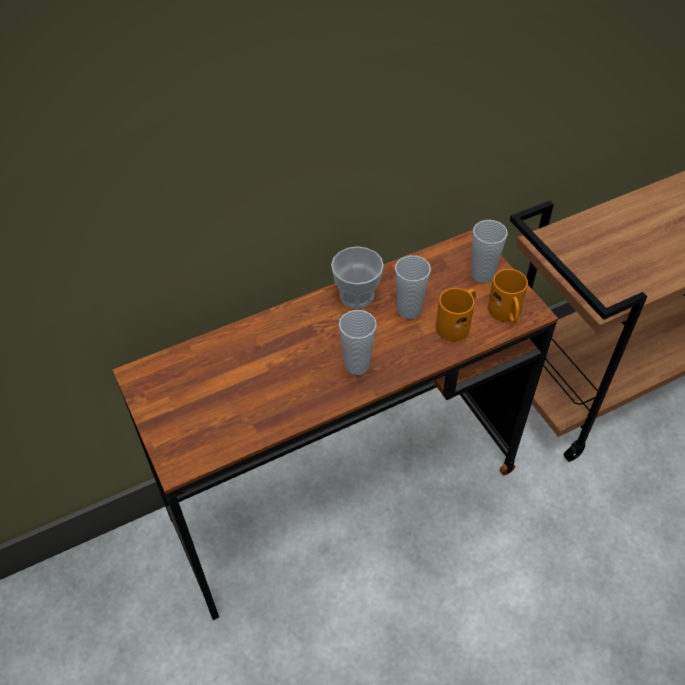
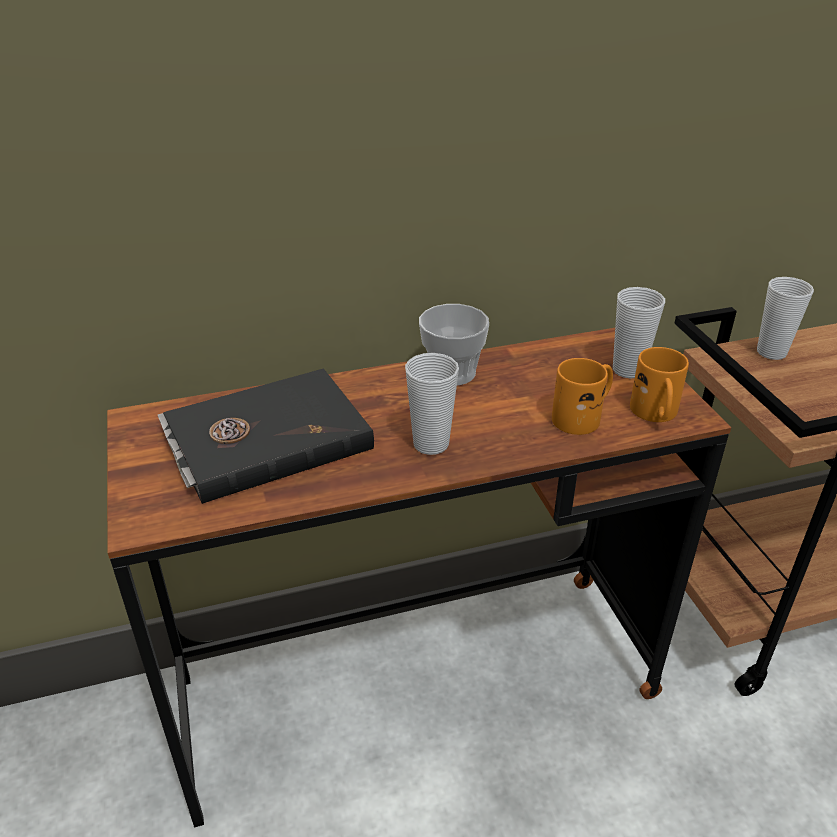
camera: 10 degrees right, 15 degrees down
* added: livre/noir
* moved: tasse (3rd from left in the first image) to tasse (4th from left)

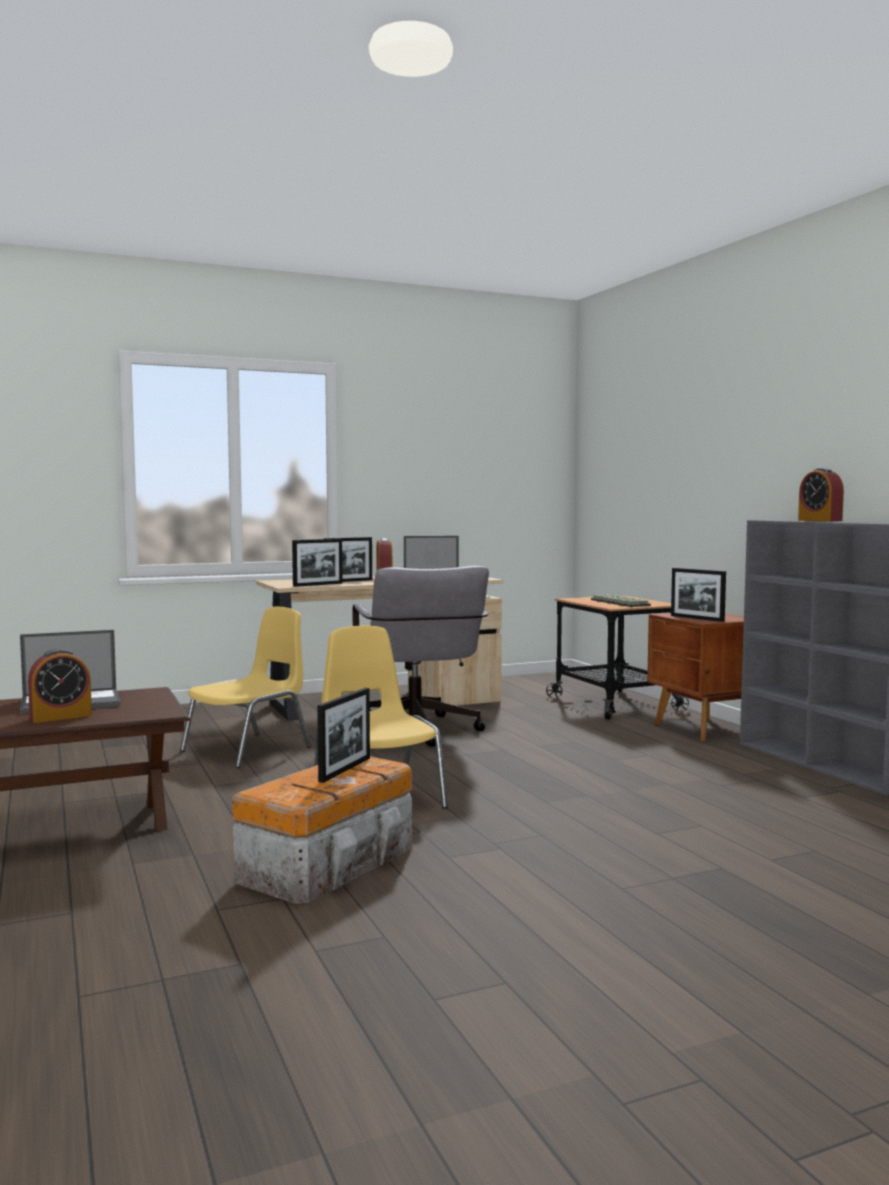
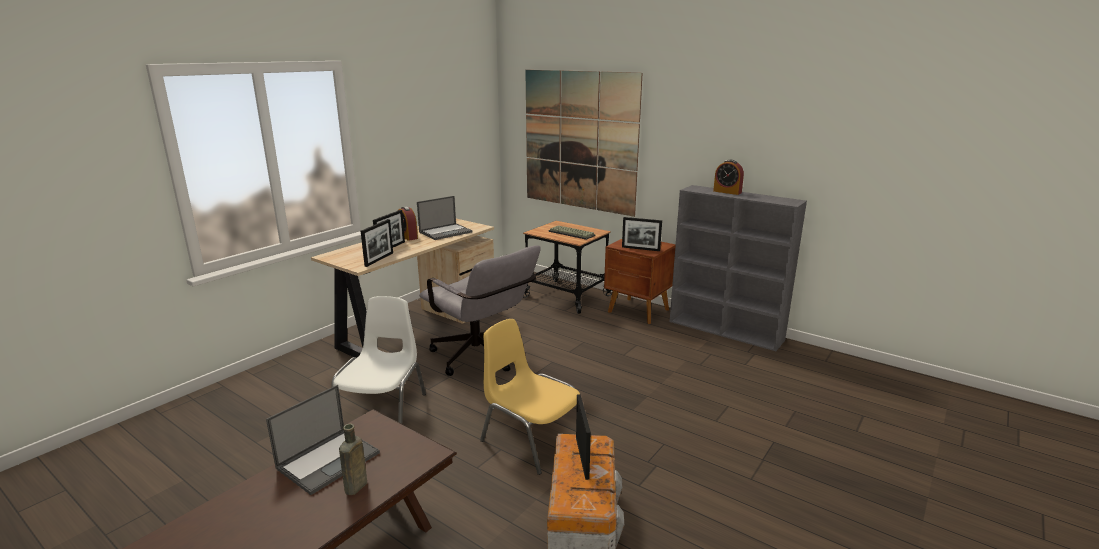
camera: 30 degrees left, 15 degrees up
* added: tableau
* replaced: réveil (1st from left) to bouteille/marron
* recoloured: chaise/jaune (1st from left) to chaise/blanc

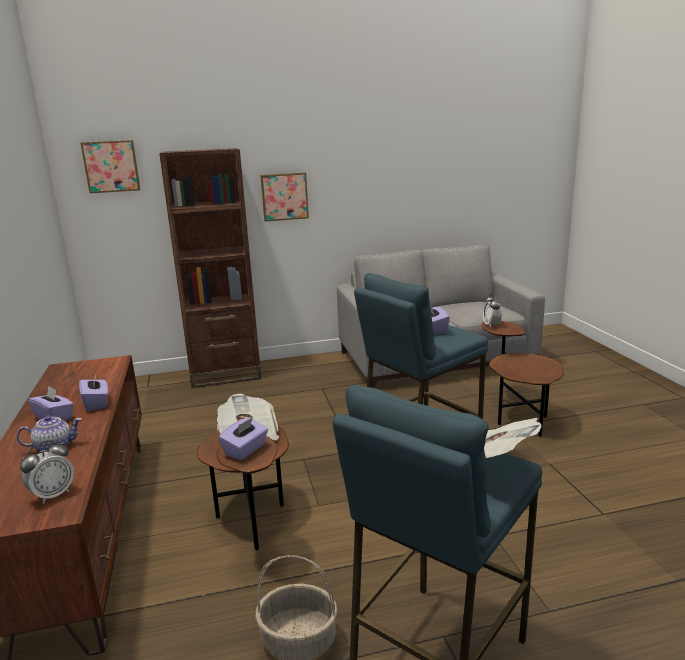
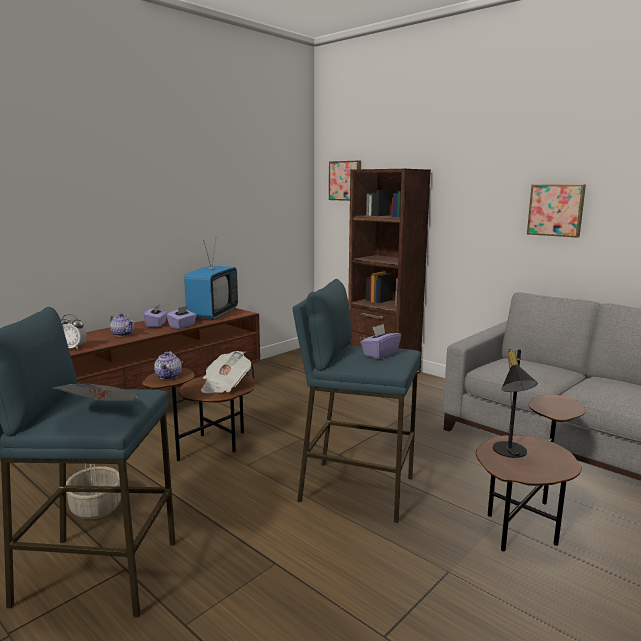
camera: 55 degrees right, 5 degrees down
* removed: réveil (2nd from left)
* added: téléviseur
* added: lampe de table/noir
* moved: tableau (2nd from left)
* replaced: boîte à mouchoirs/violet (3rd from left) to théière (2nd from left)

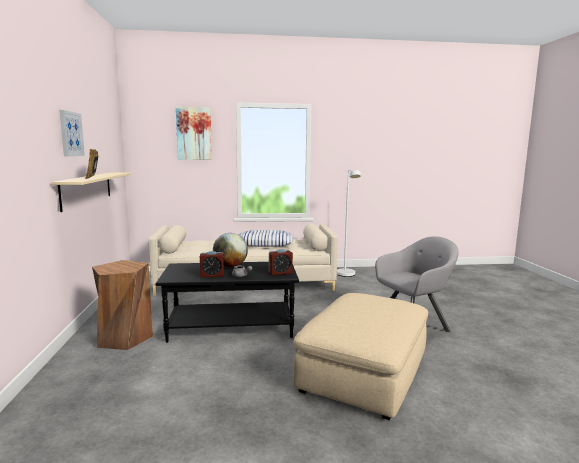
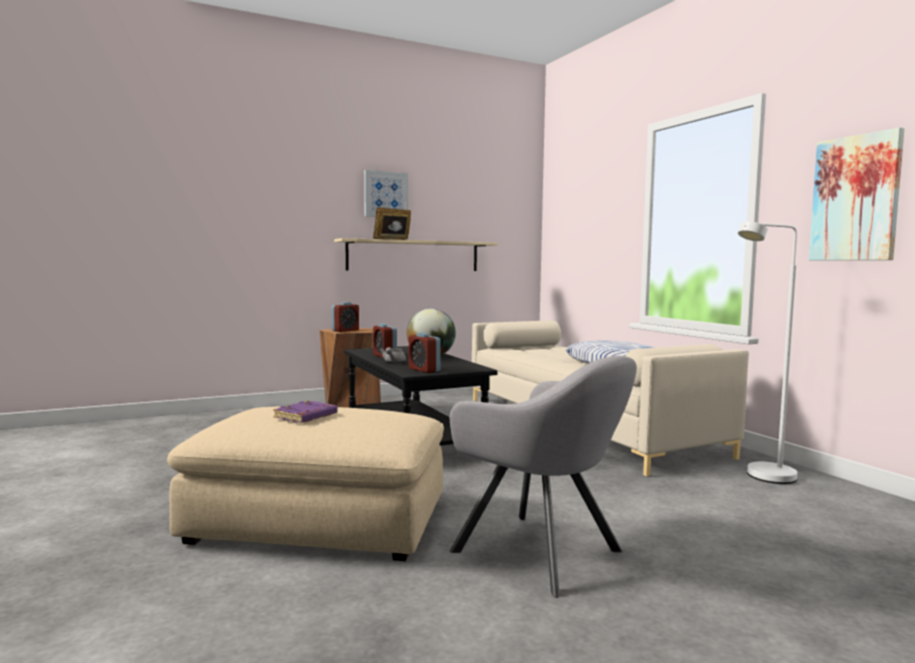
camera: 70 degrees right, 5 degrees down
* added: livre/violet
* added: réveil (1st from left)
* moved: tableau (2nd from left)

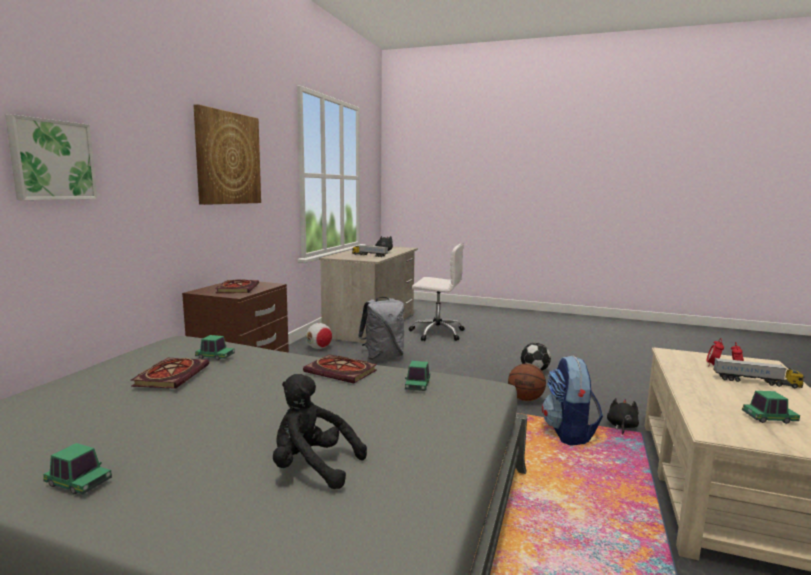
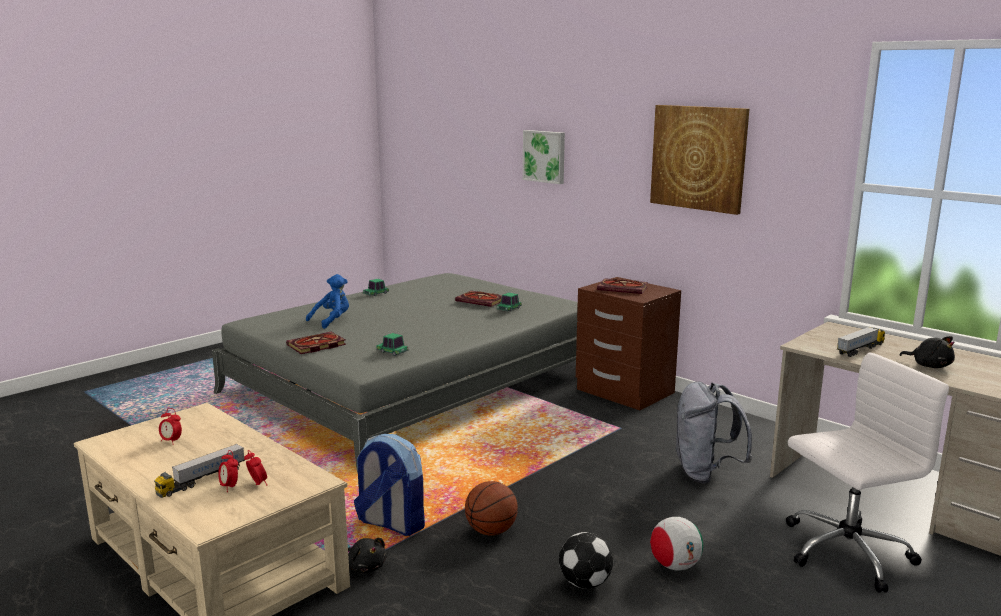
camera: 115 degrees right, 5 degrees up
* moved: livre (3rd from left in the first image) to livre (1st from left)
* moved: ballon de foot (1st from left in the first image) to ballon de foot (2nd from left)
* replaced: petite voiture (4th from left) to réveil (1st from left)
* recoloured: peluche/noir (1st from left) to peluche/bleu
* turned: chaise de bureau/blanc 150 degrees counterclockwise

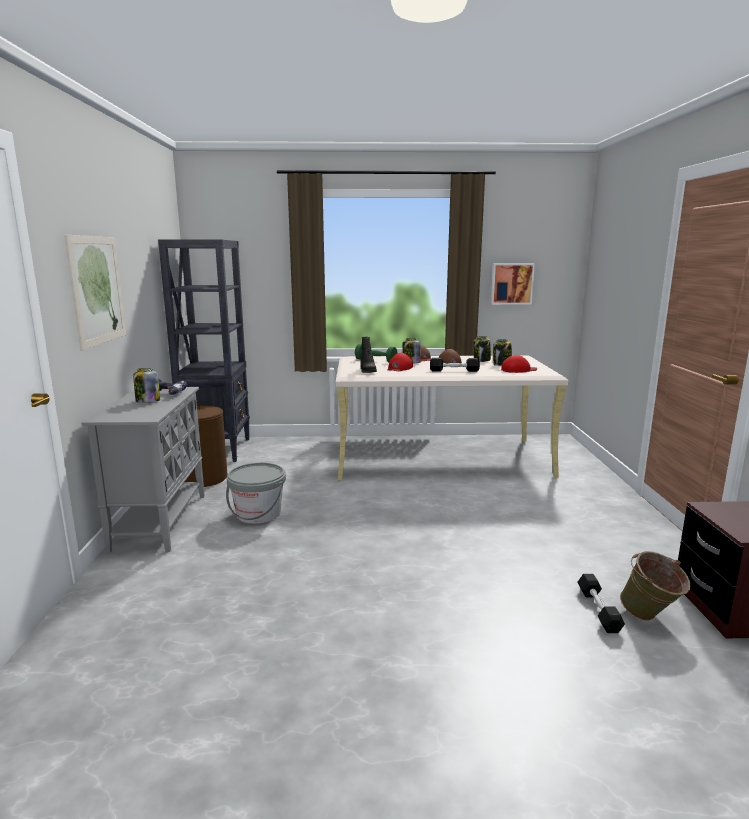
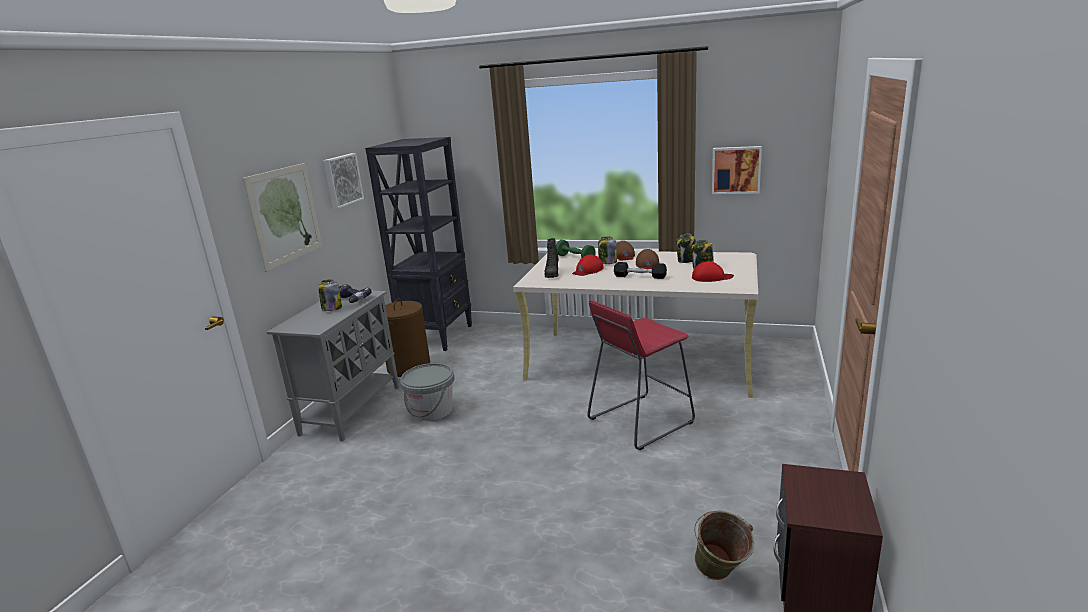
camera: 20 degrees right, 5 degrees up
* removed: haltère/noir (2nd from left)
* added: tableau (2nd from left)
* added: tabouret/rouge

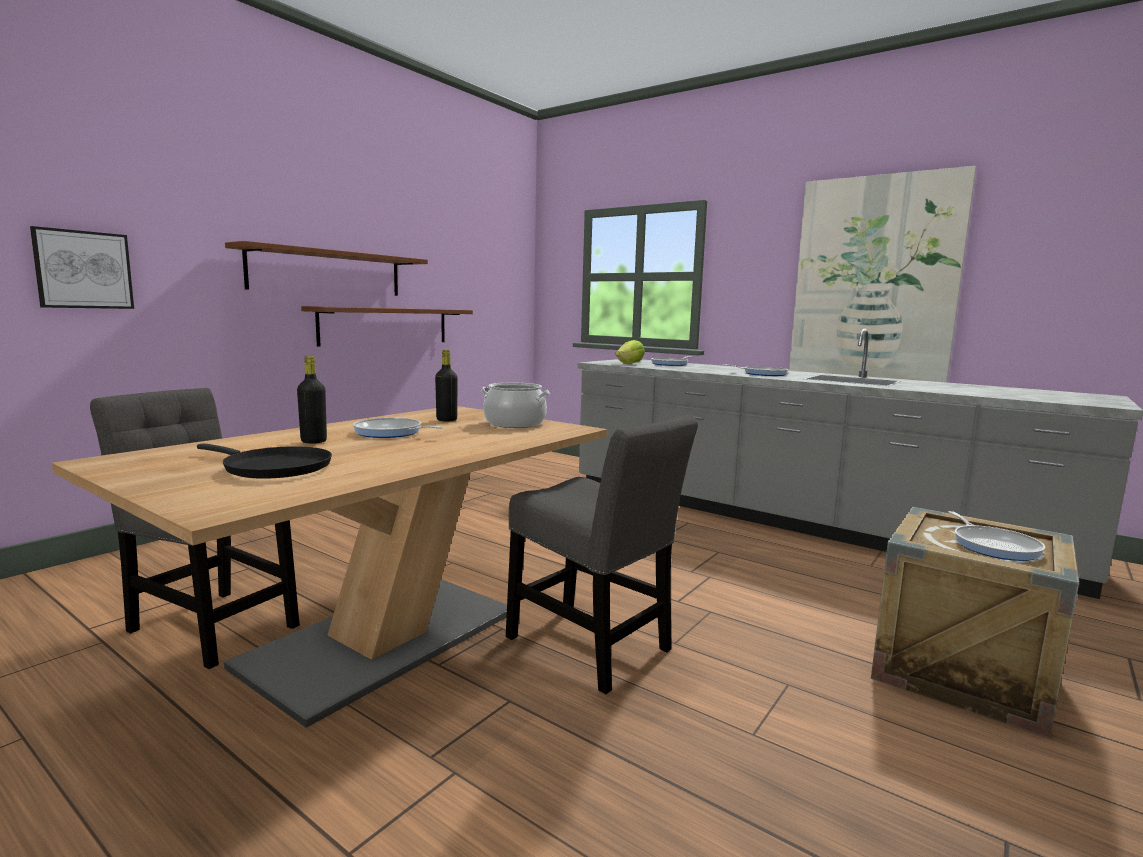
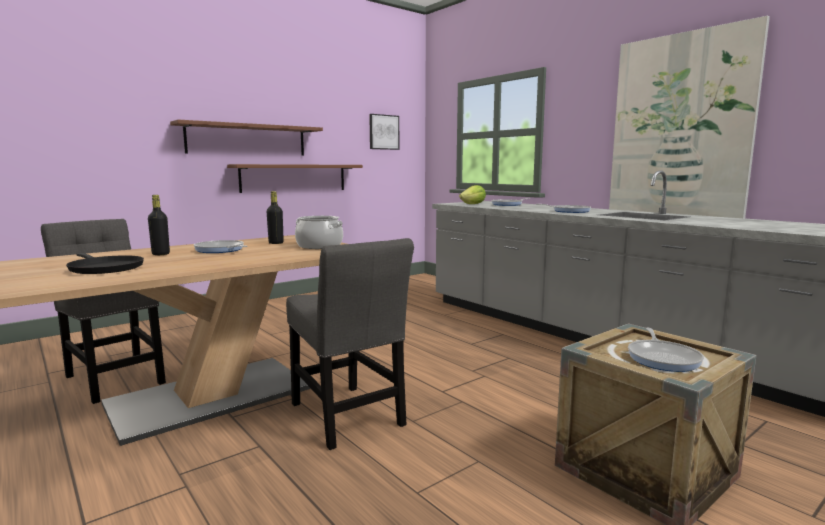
camera: 15 degrees right, 0 degrees up
* moved: tableau (1st from left)

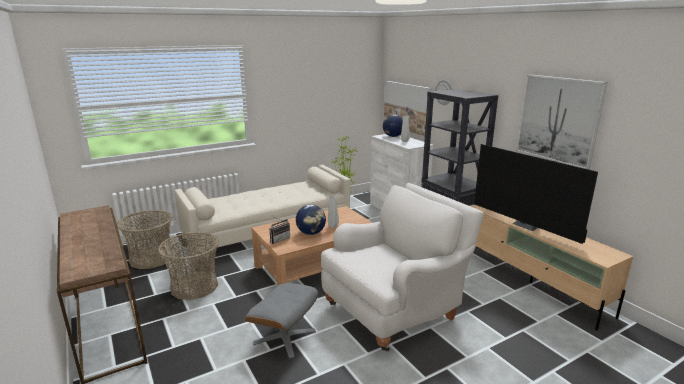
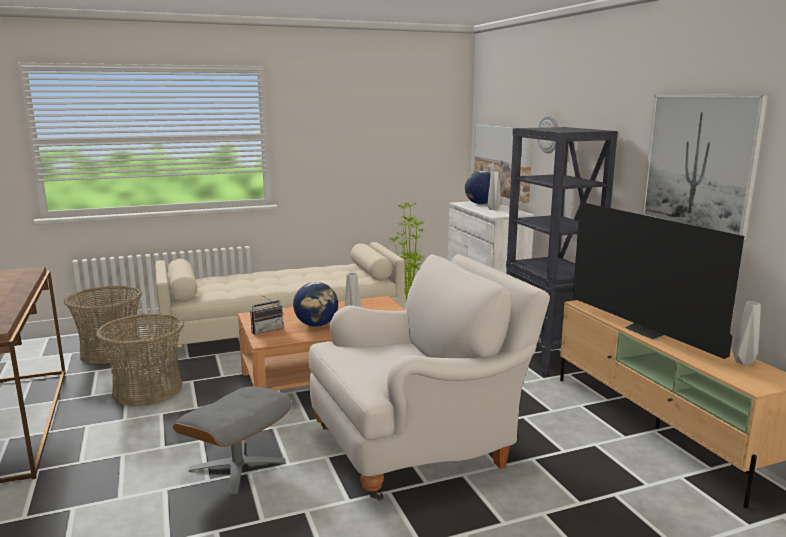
camera: 10 degrees right, 5 degrees down
* added: vase/gris (3rd from left)

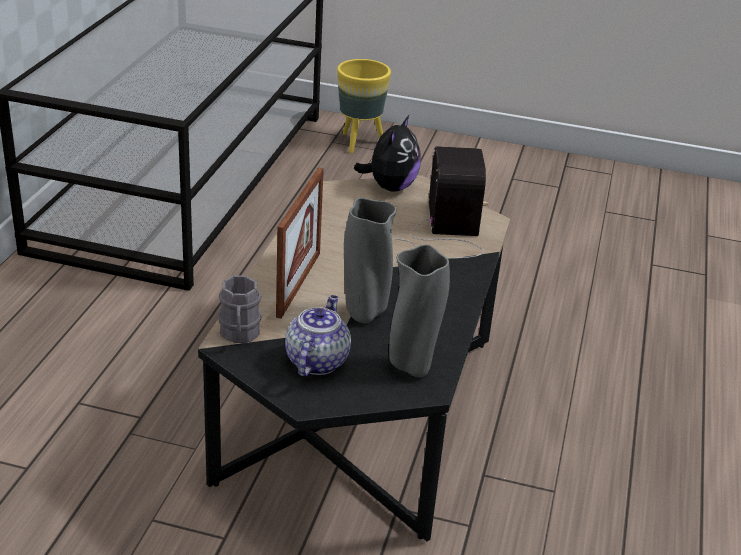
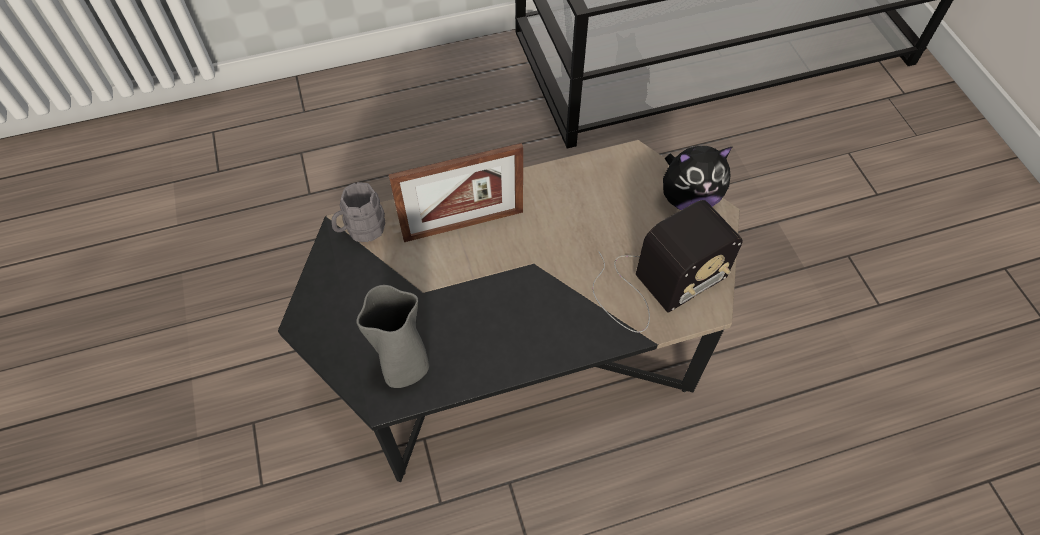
camera: 60 degrees right, 25 degrees up
* removed: théière
* removed: cache-pot/jaune
* removed: vase/gris (1st from left)

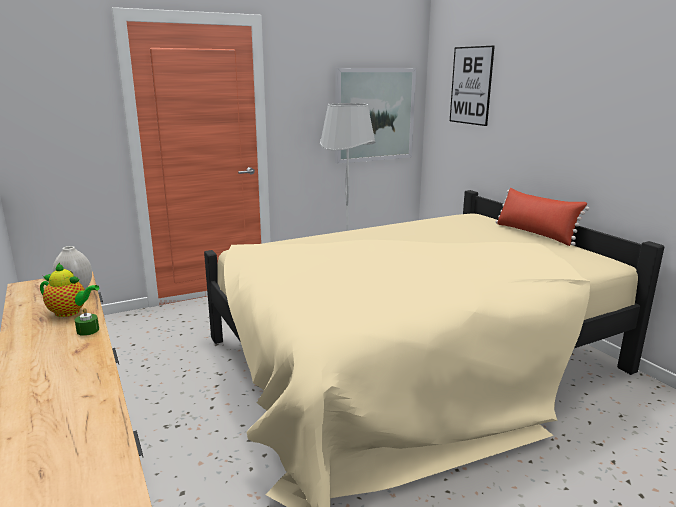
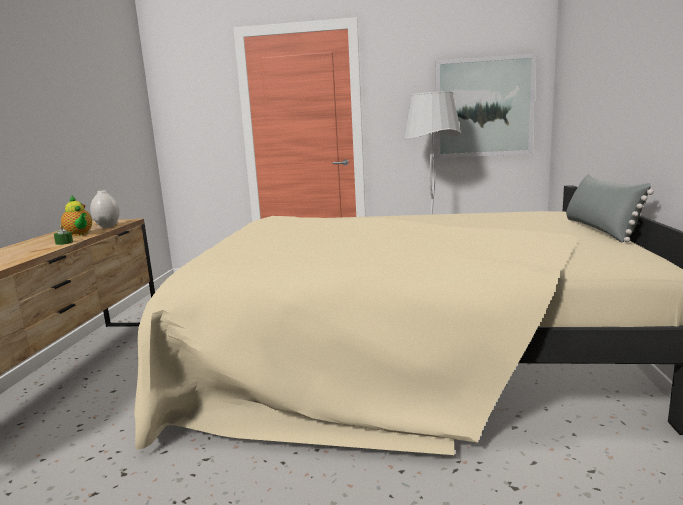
camera: 35 degrees right, 5 degrees down
* removed: tableau (2nd from left)
* recoloured: coussin/rouge to coussin/gris

